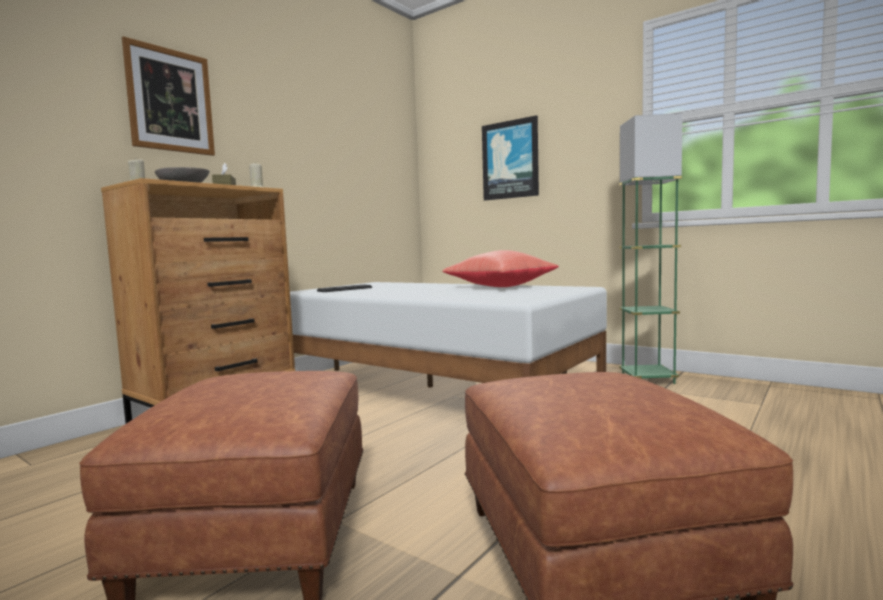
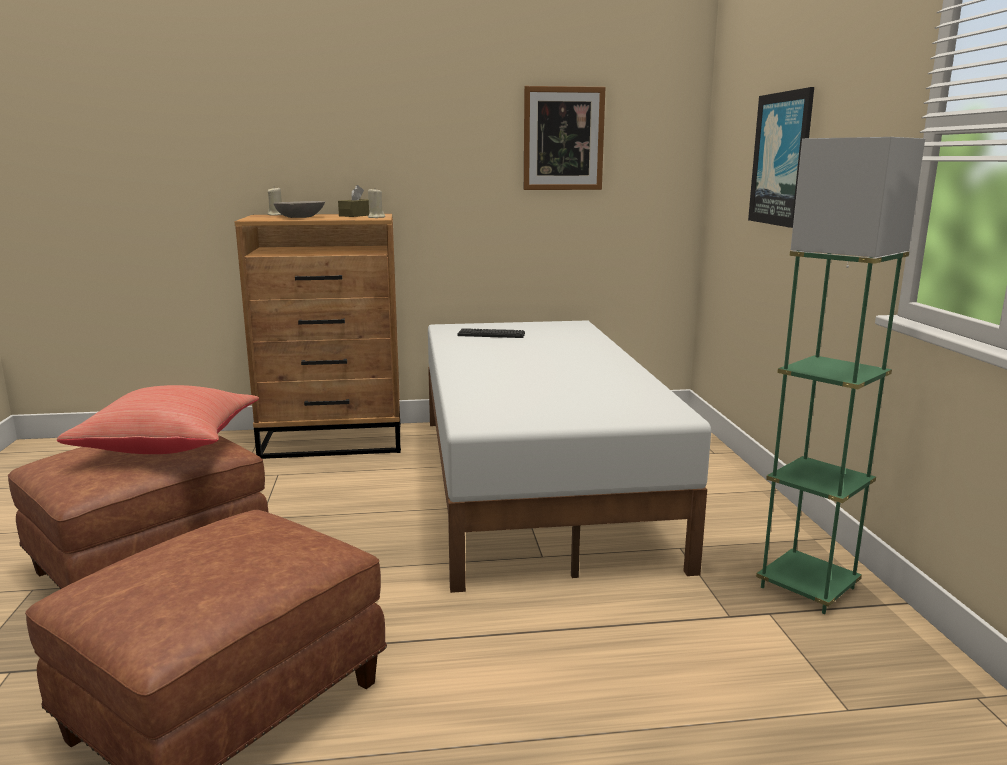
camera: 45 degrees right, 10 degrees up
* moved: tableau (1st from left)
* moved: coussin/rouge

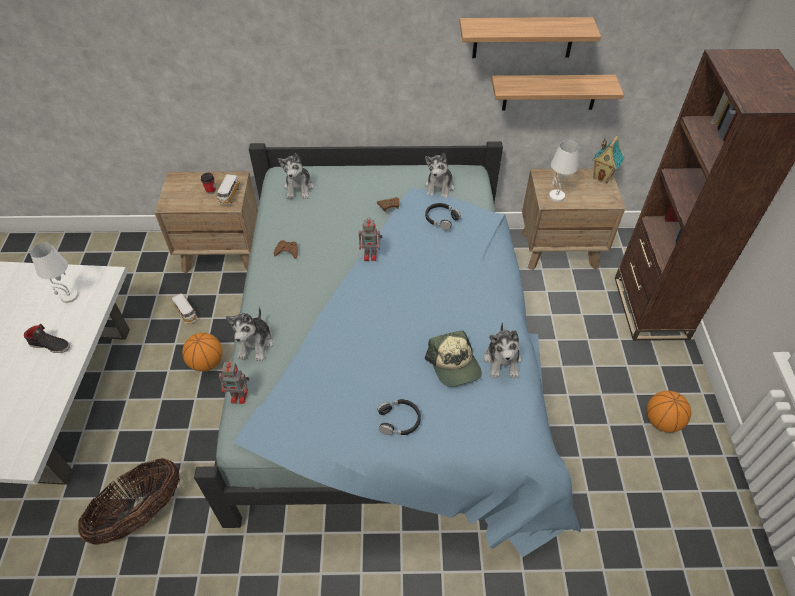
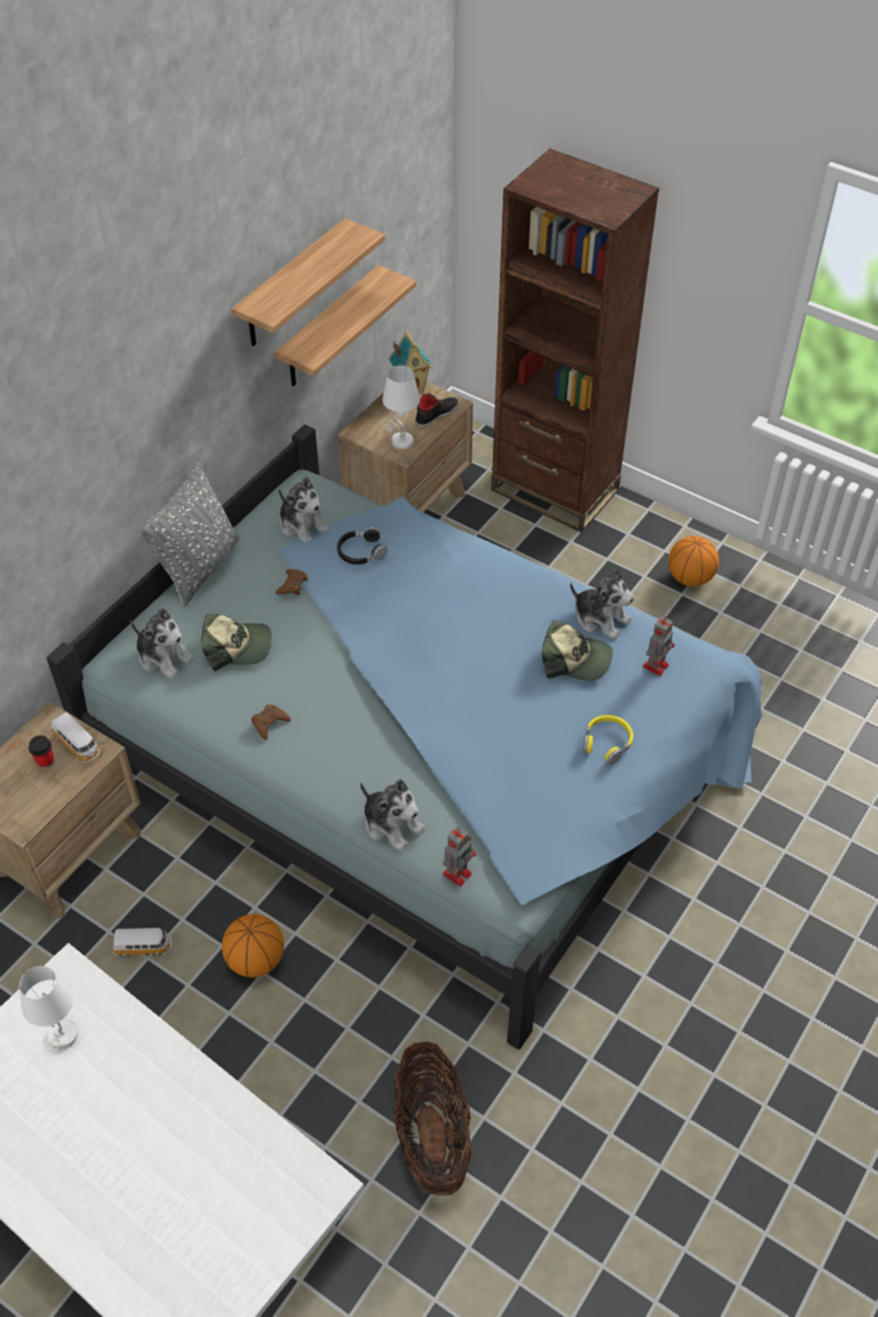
camera: 55 degrees left, 0 degrees up
* added: coussin/gris
* added: casquette (1st from left)
* moved: chaussure/noir
* moved: robot jouet (2nd from left)
* recoloured: casque audio/noir (1st from left) to casque audio/jaune

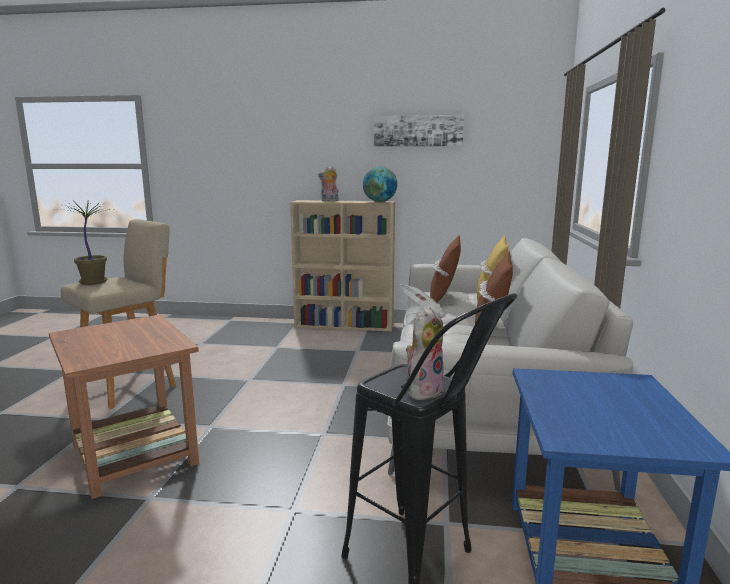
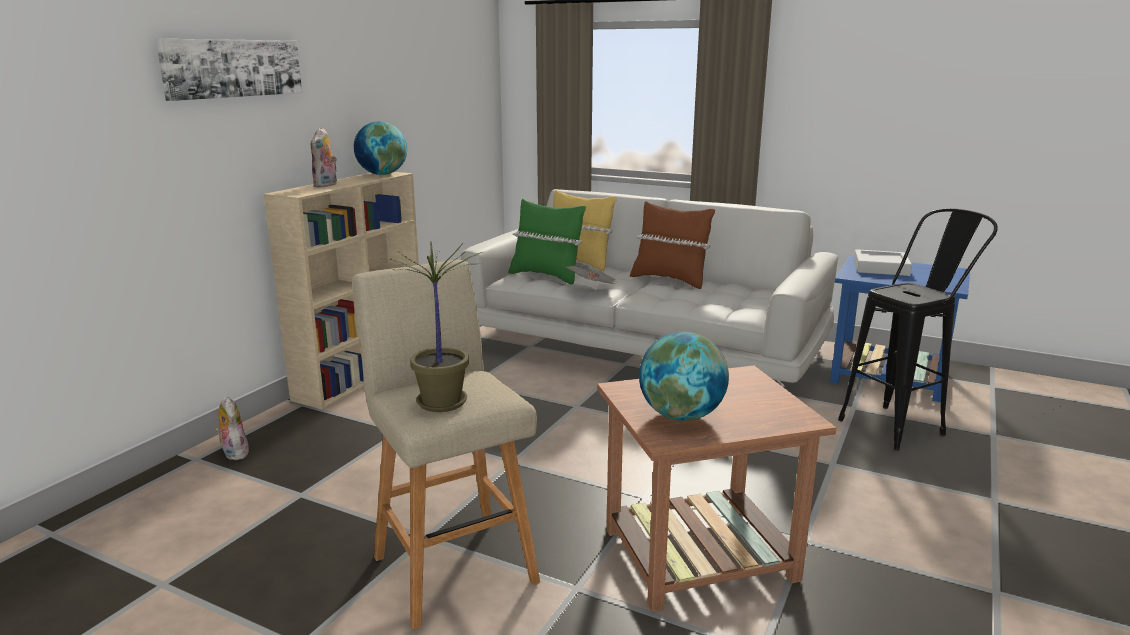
camera: 70 degrees left, 5 degrees up
* added: globe (2nd from left)
* added: plateau/gris
* moved: tableau
* moved: peluche (2nd from left in the first image) to peluche (1st from left)
* recoloured: coussin/marron (1st from left) to coussin/vert

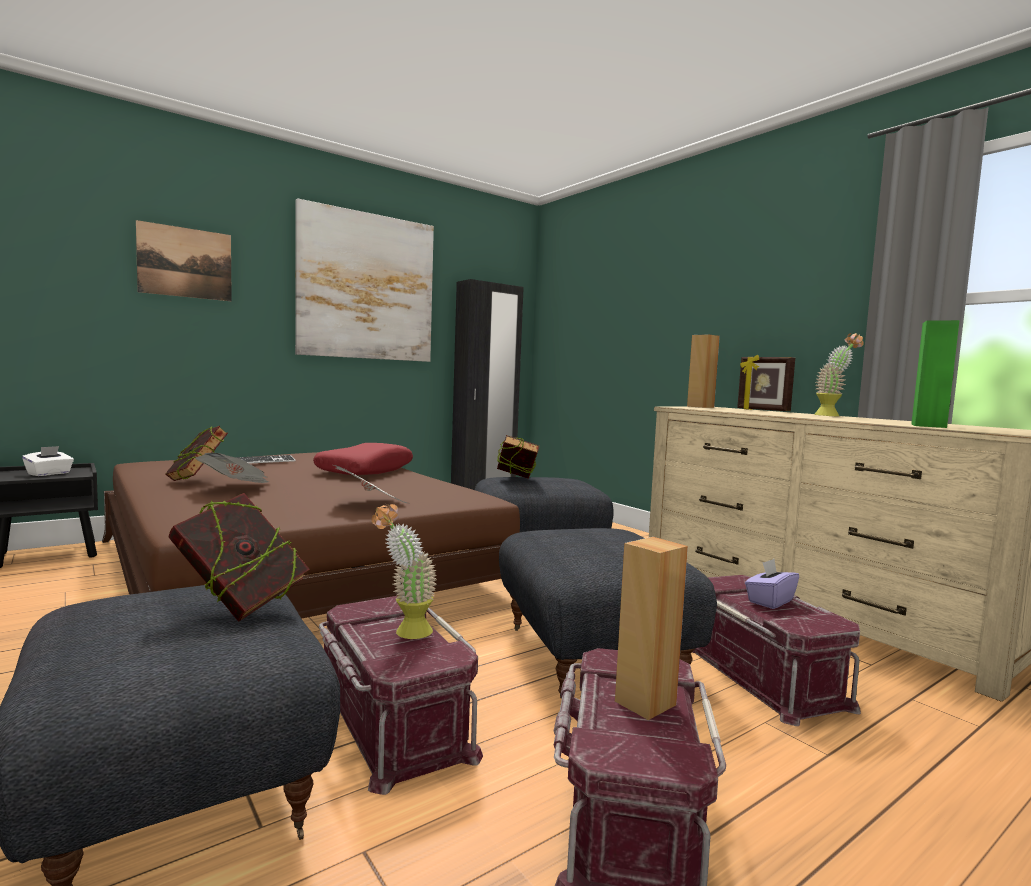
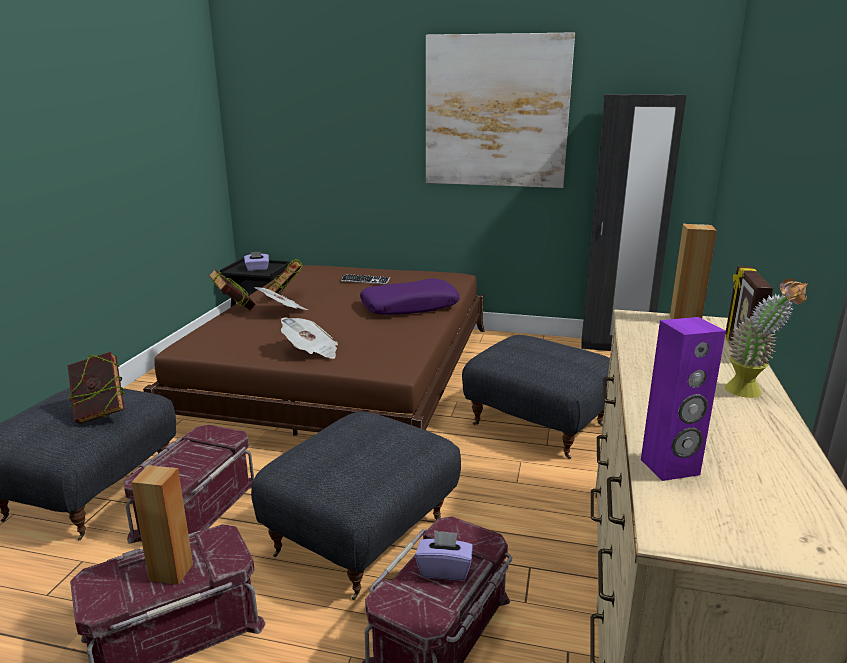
camera: 50 degrees right, 15 degrees up
* removed: tableau (1st from left)
* removed: plante en pot (1st from left)
* moved: livre (3rd from left in the first image) to livre (2nd from left)
* recoloured: boîte à mouchoirs/blanc to boîte à mouchoirs/violet (1st from left)
* recoloured: coussin/rouge to coussin/violet
* recoloured: enceinte/vert to enceinte/violet

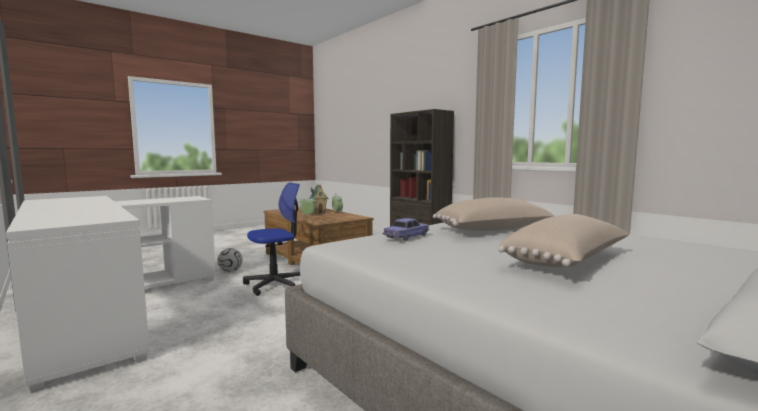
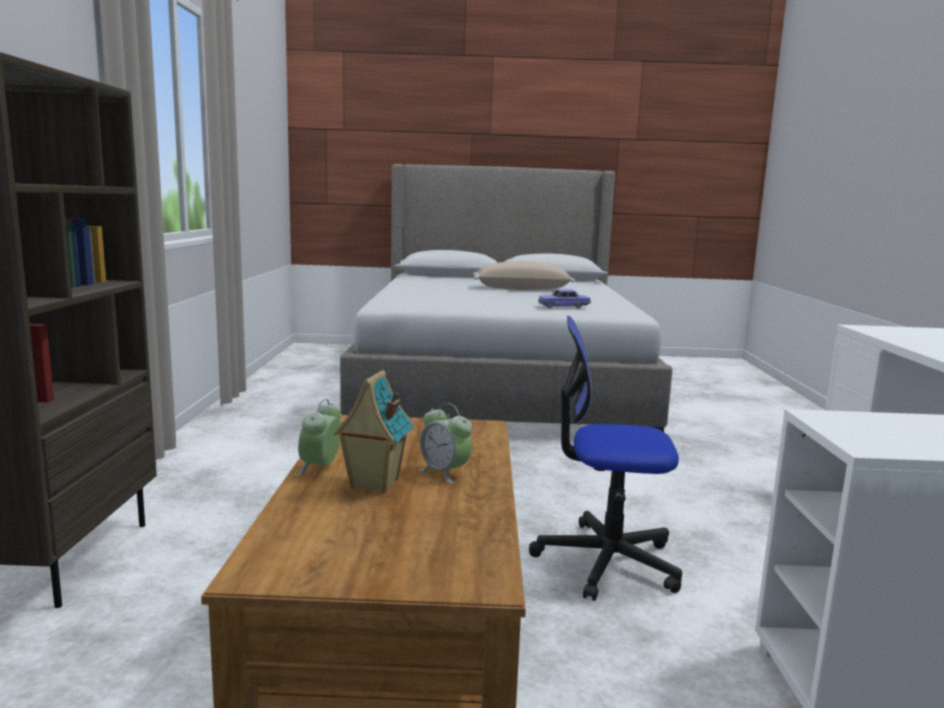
camera: 140 degrees left, 5 degrees up
* removed: ballon de foot
* removed: coussin/beige (1st from left)

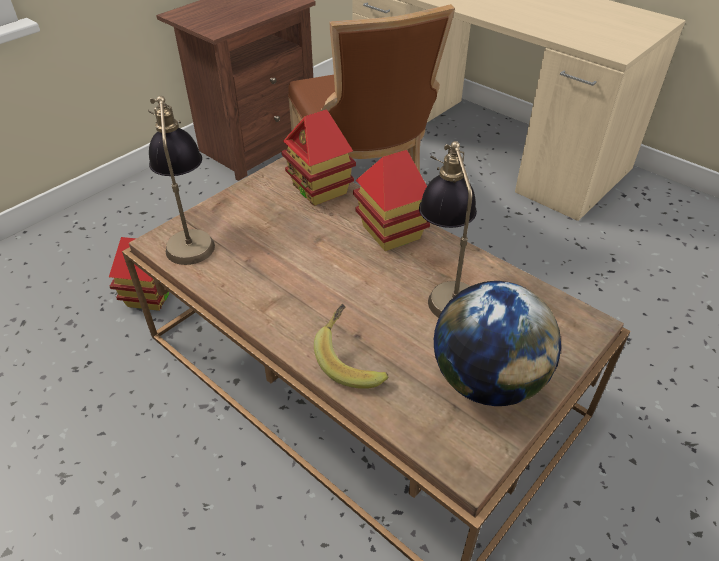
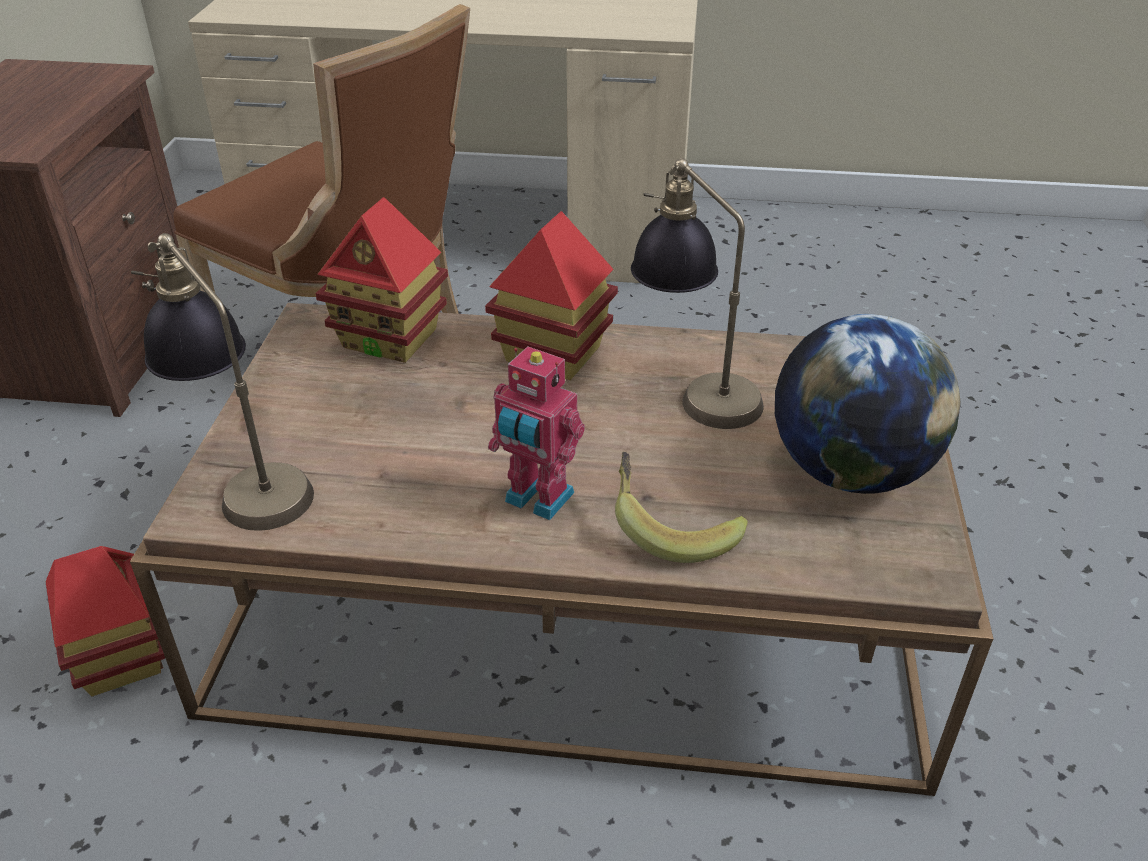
camera: 35 degrees left, 5 degrees down
* added: robot jouet

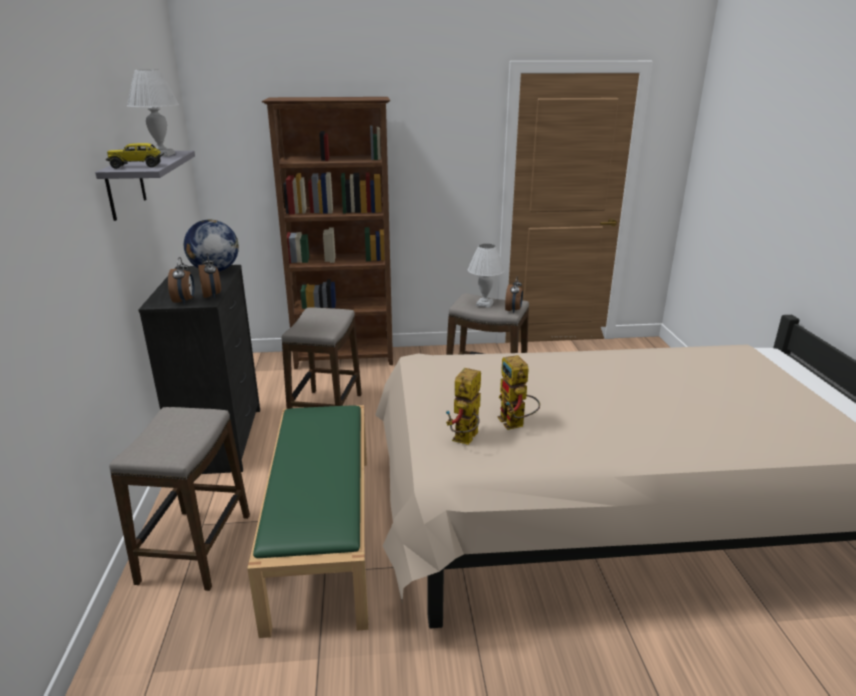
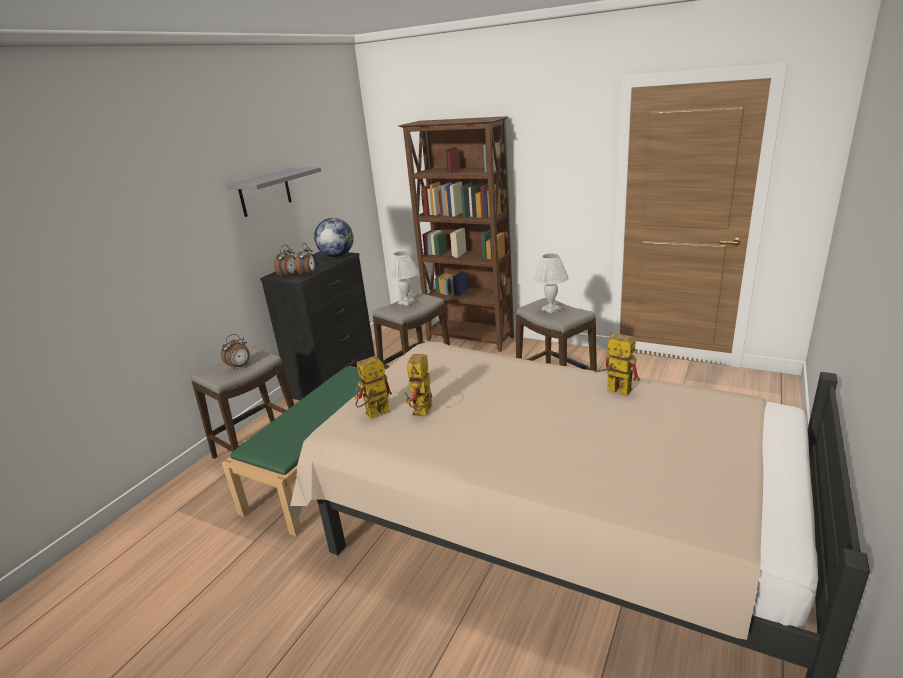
camera: 35 degrees right, 0 degrees up
* removed: camion jouet
* added: robot jouet (3rd from left)
* moved: lampe de table/blanc (1st from left)
* moved: réveil (3rd from left in the first image) to réveil (1st from left)

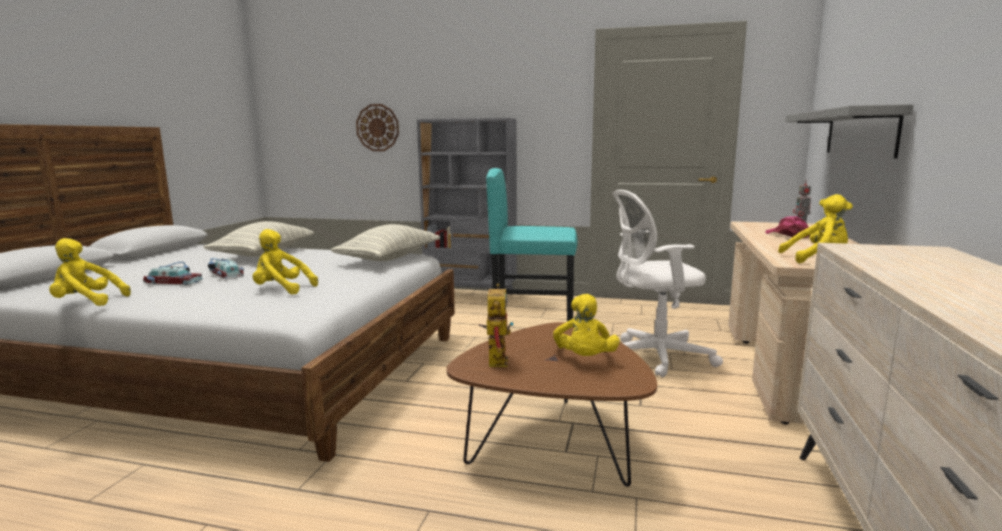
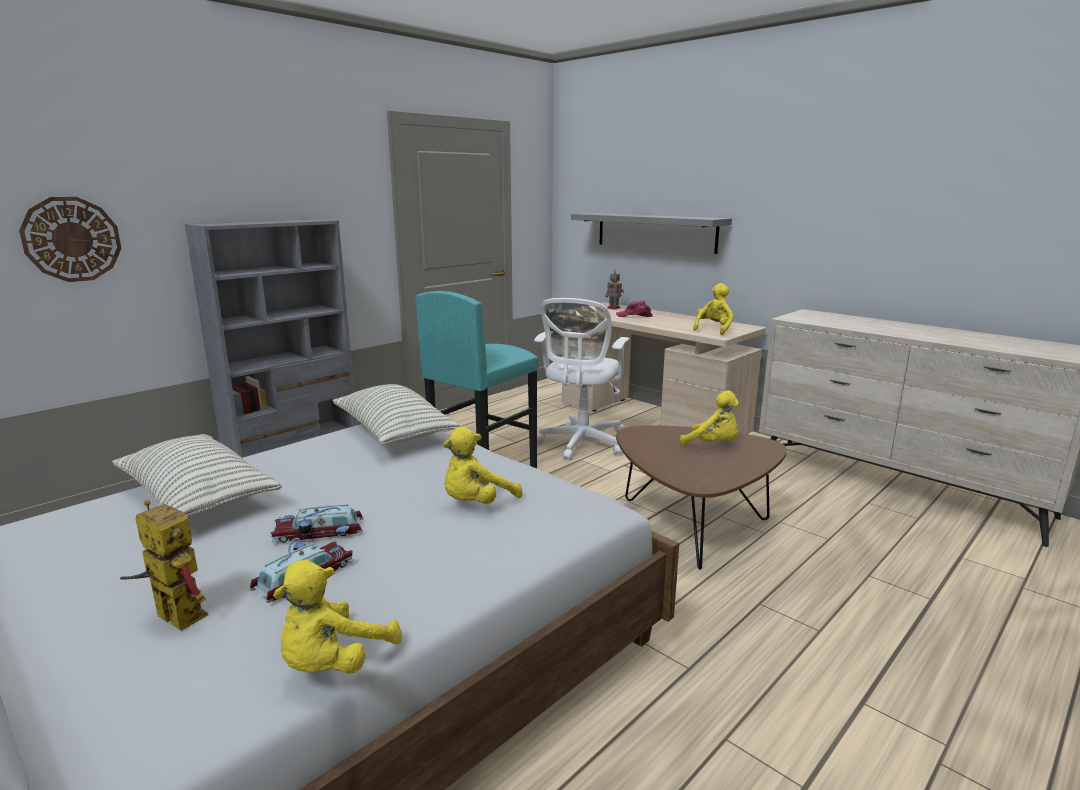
camera: 60 degrees left, 5 degrees up
* moved: robot jouet (1st from left)

